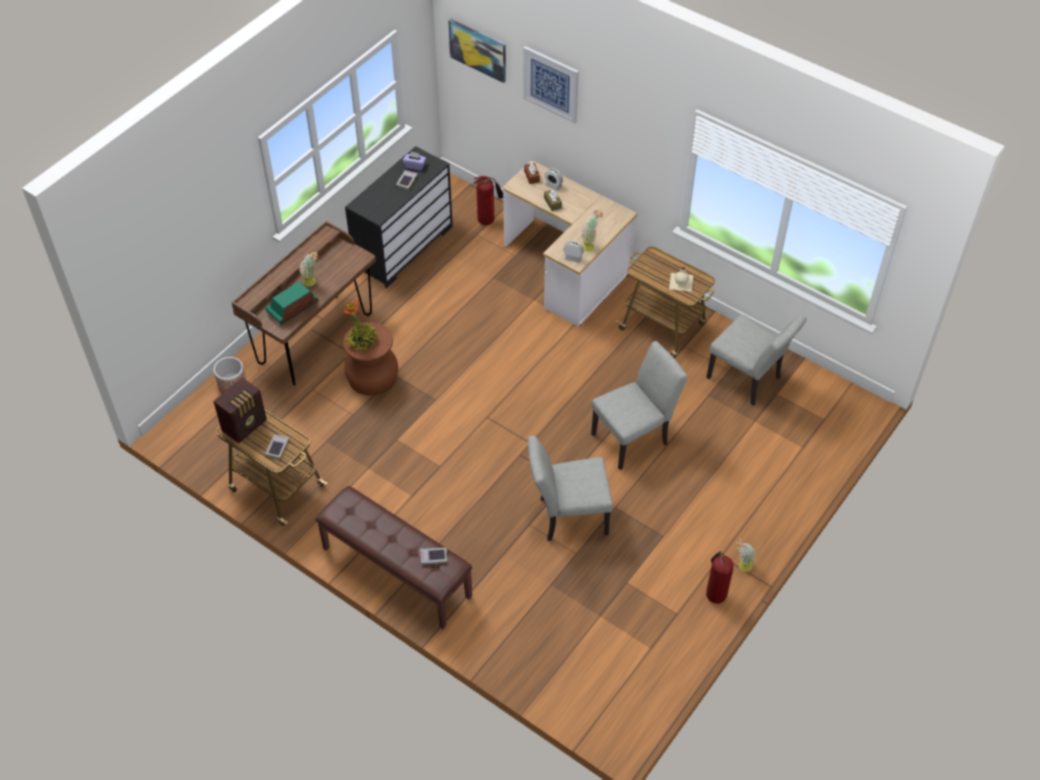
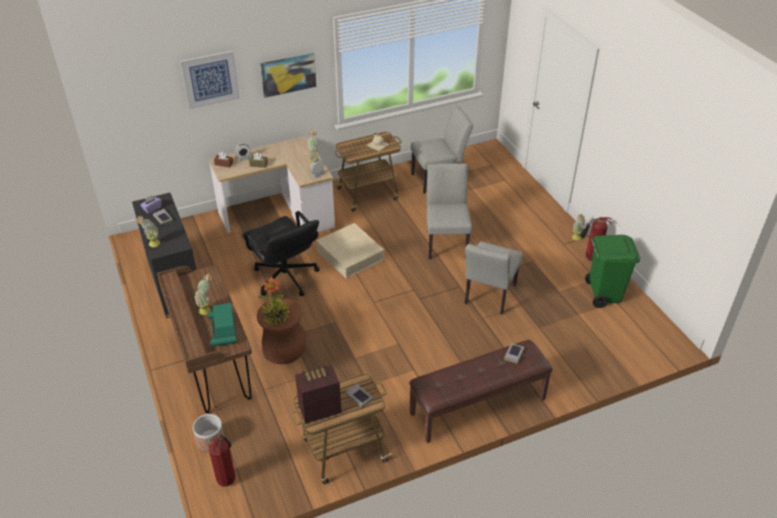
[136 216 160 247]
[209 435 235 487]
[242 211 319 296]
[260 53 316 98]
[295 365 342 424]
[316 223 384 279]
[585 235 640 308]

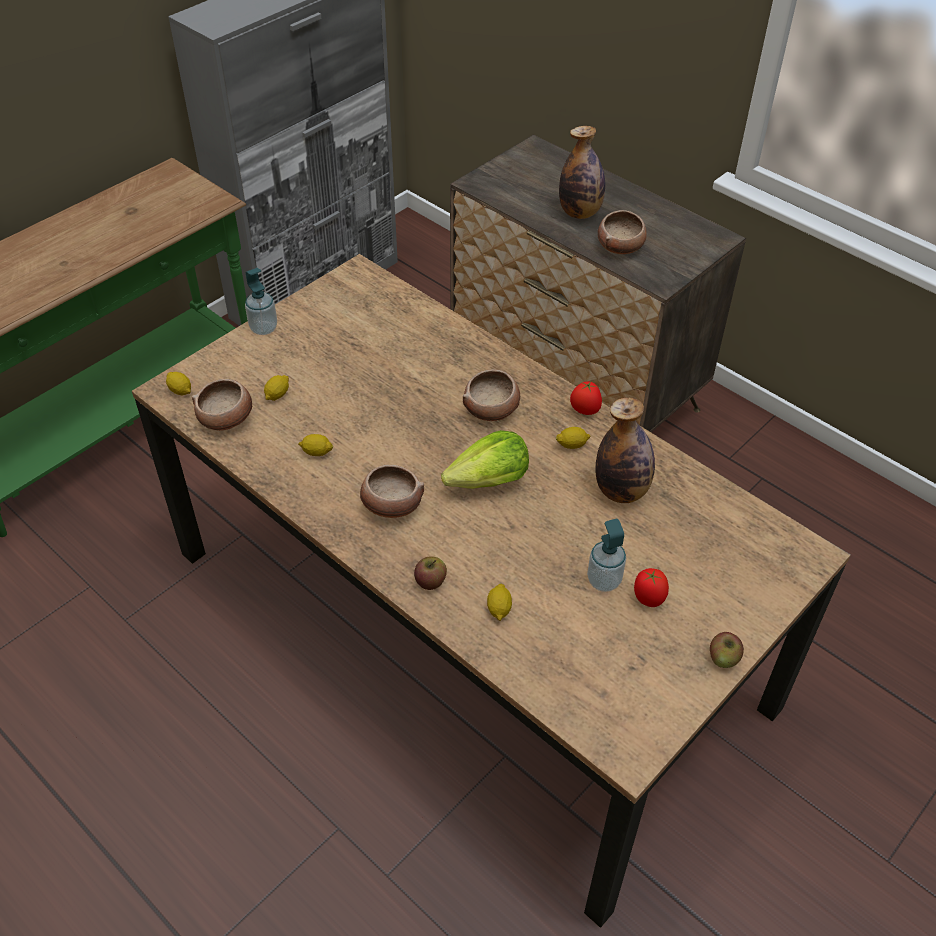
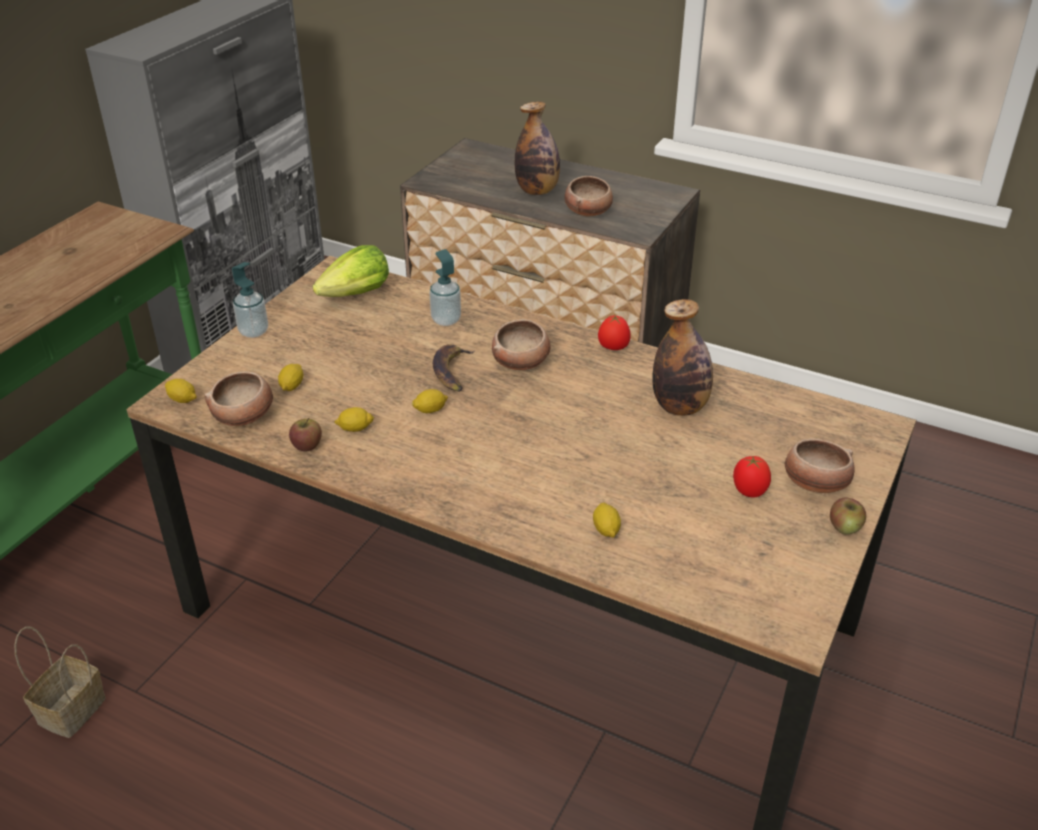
[15 627 106 738]
[289 418 322 452]
[313 245 389 297]
[412 389 448 413]
[430 249 461 326]
[433 344 474 392]
[785 439 854 493]

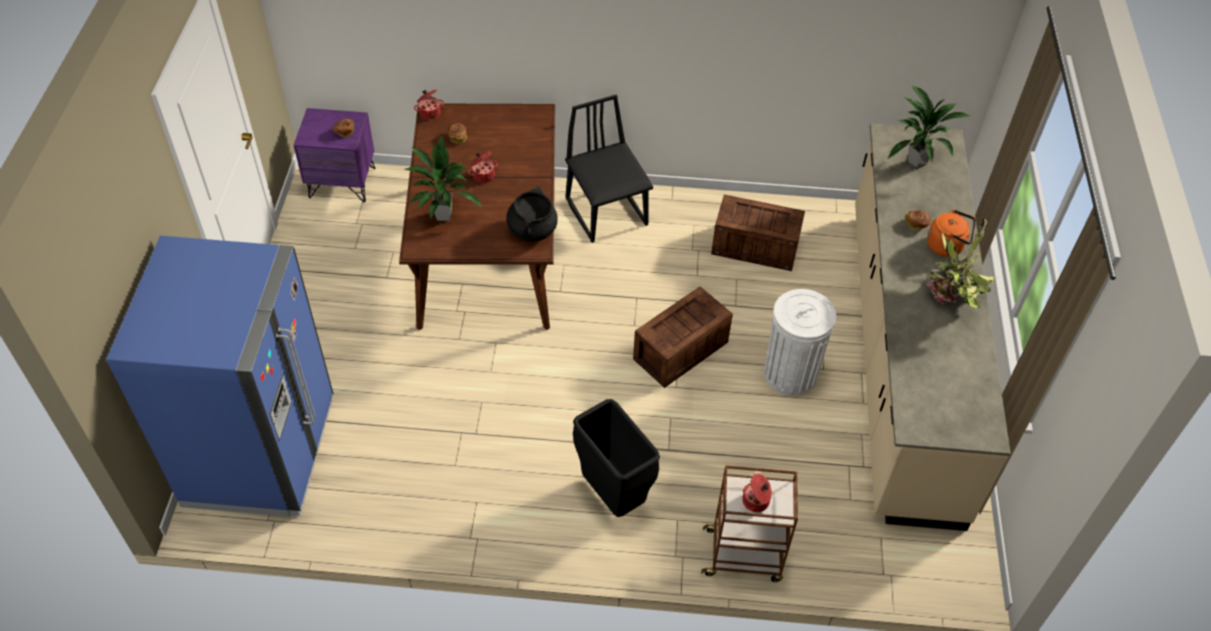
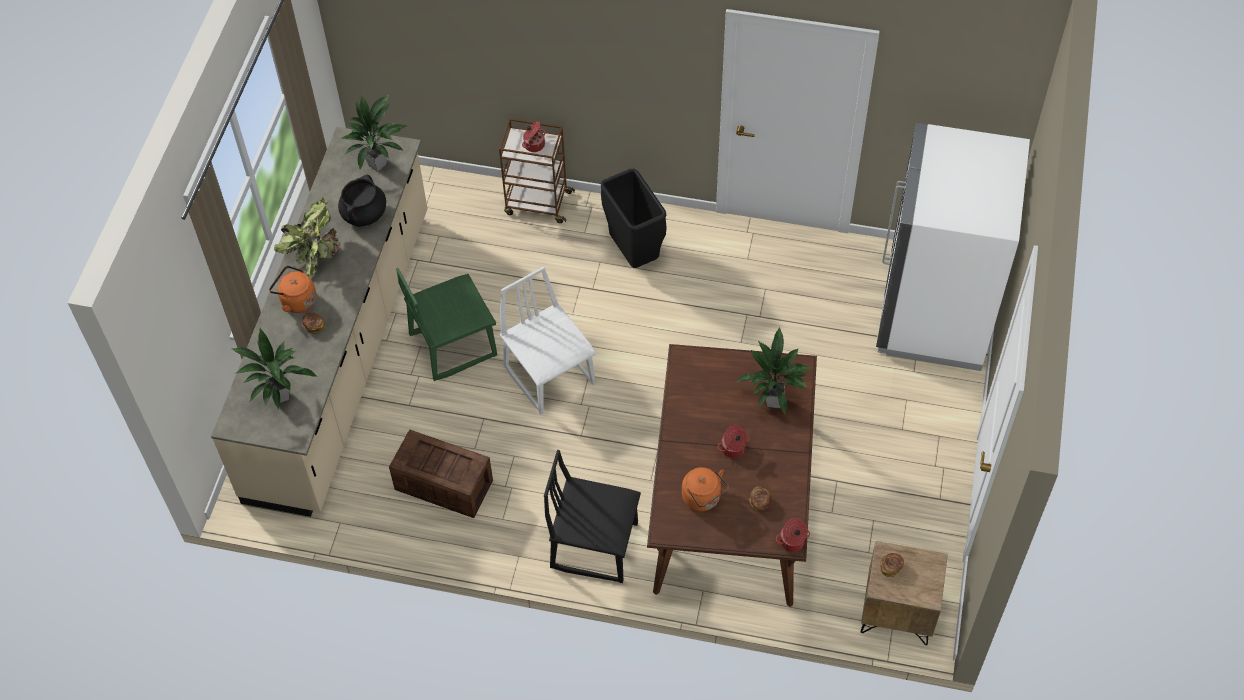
[338 175 386 227]
[341 95 406 172]
[396 268 497 381]
[500 266 596 415]
[544 450 641 583]
[682 467 729 511]
[861 541 948 645]
[876 122 1030 371]

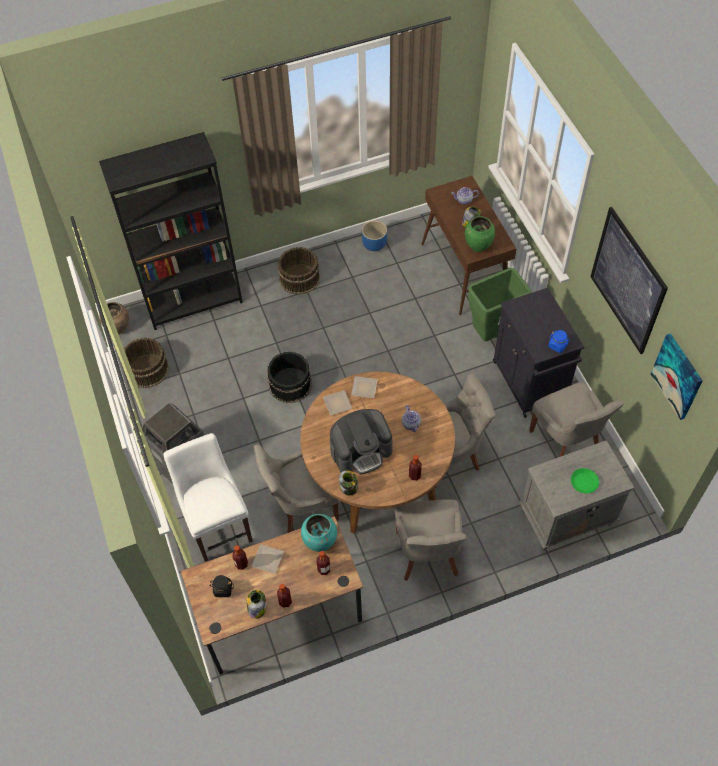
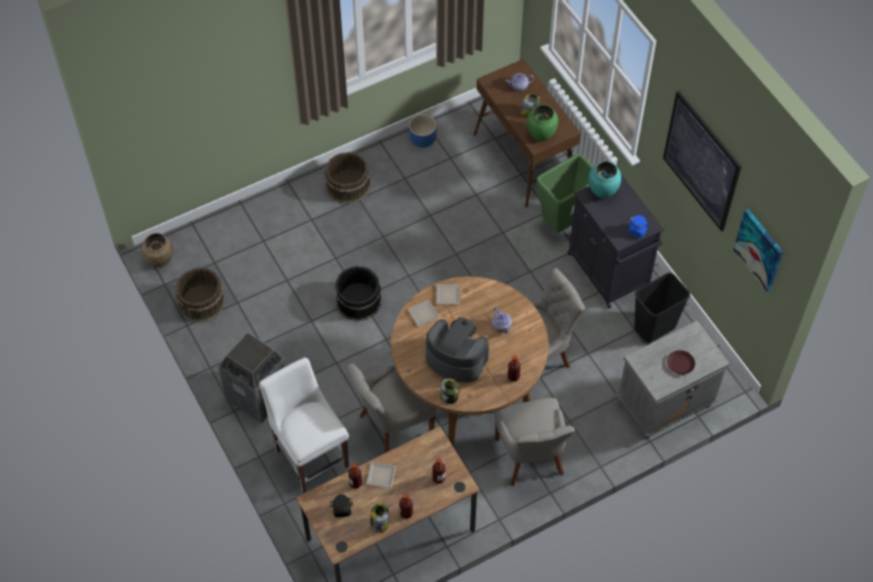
[426 317 489 383]
[588 161 621 198]
[634 272 690 343]
[667 350 695 375]
[99 132 243 330] (first image)

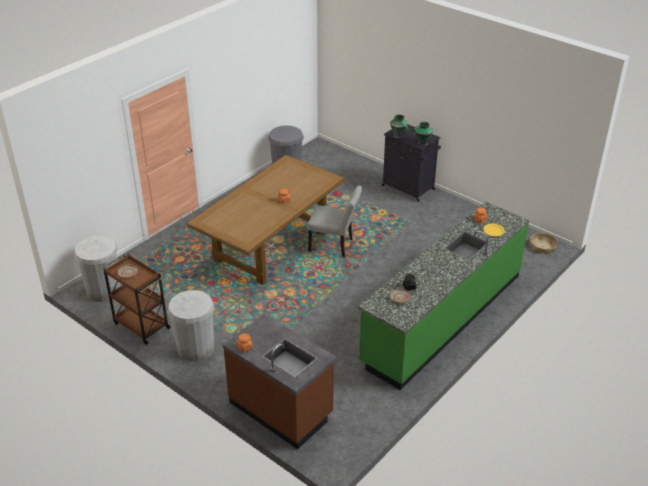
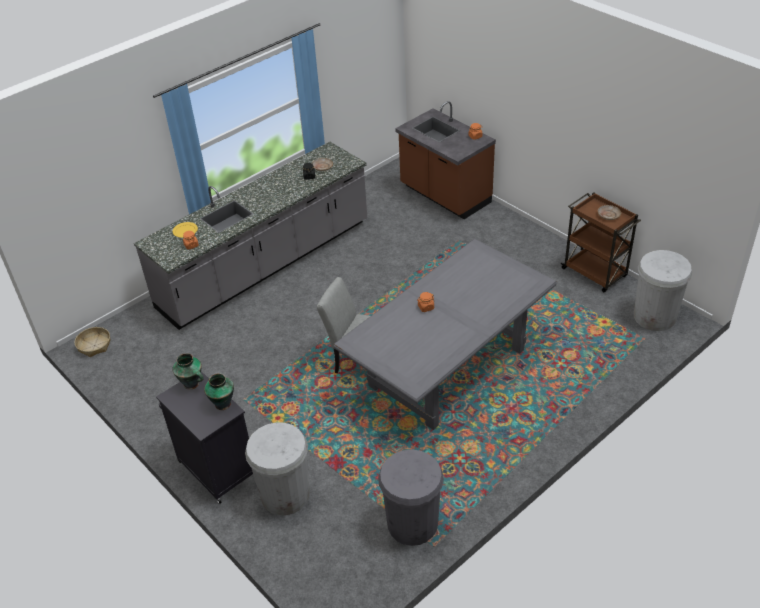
[134 142 367 330]
[245 422 310 515]
[334 239 557 430]

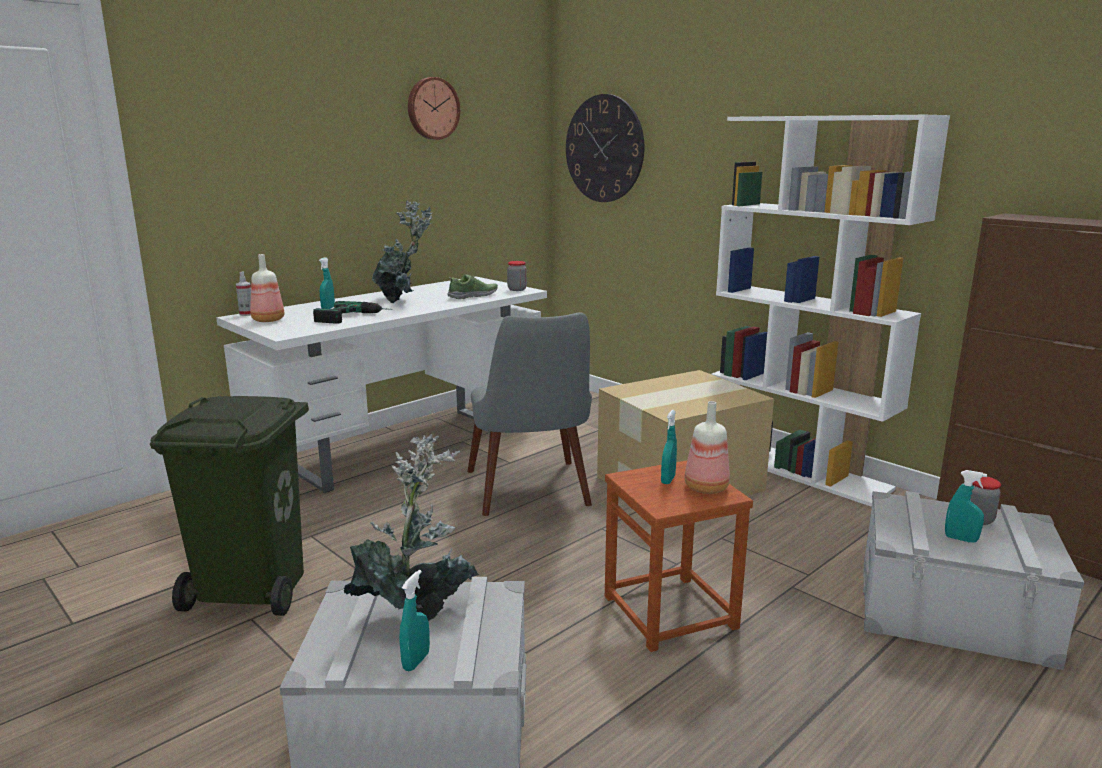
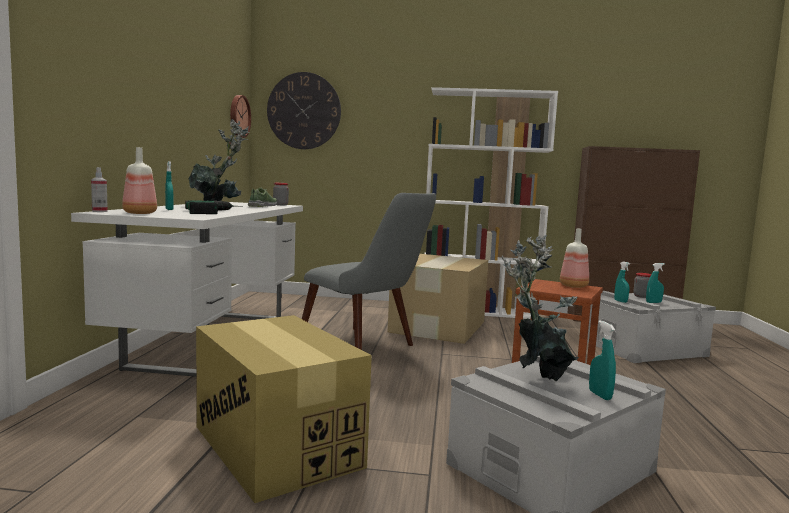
[196 315 372 503]
[230 95 251 138]
[614 261 630 303]

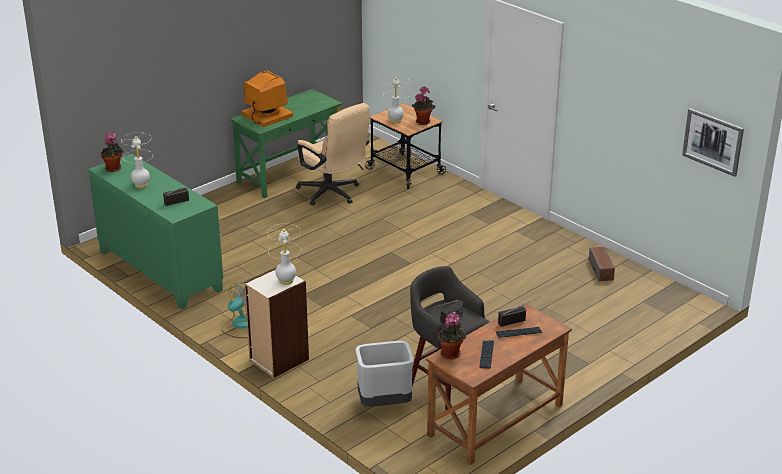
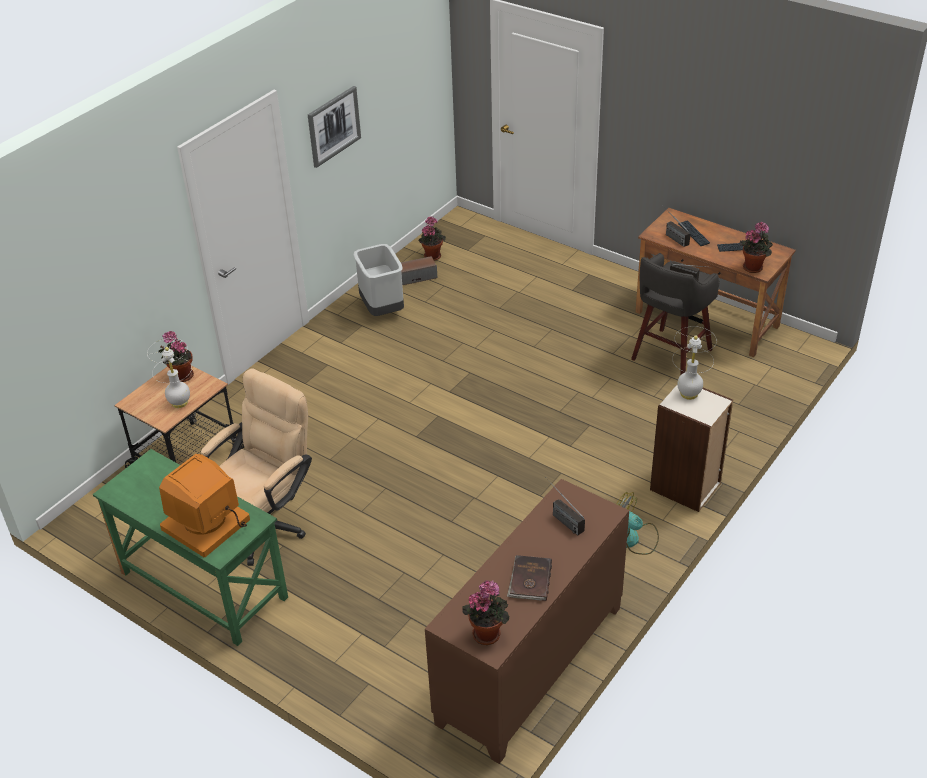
[308 86 361 168]
[354 244 404 316]
[419 216 446 261]
[425 479 629 764]
[507 555 552 601]

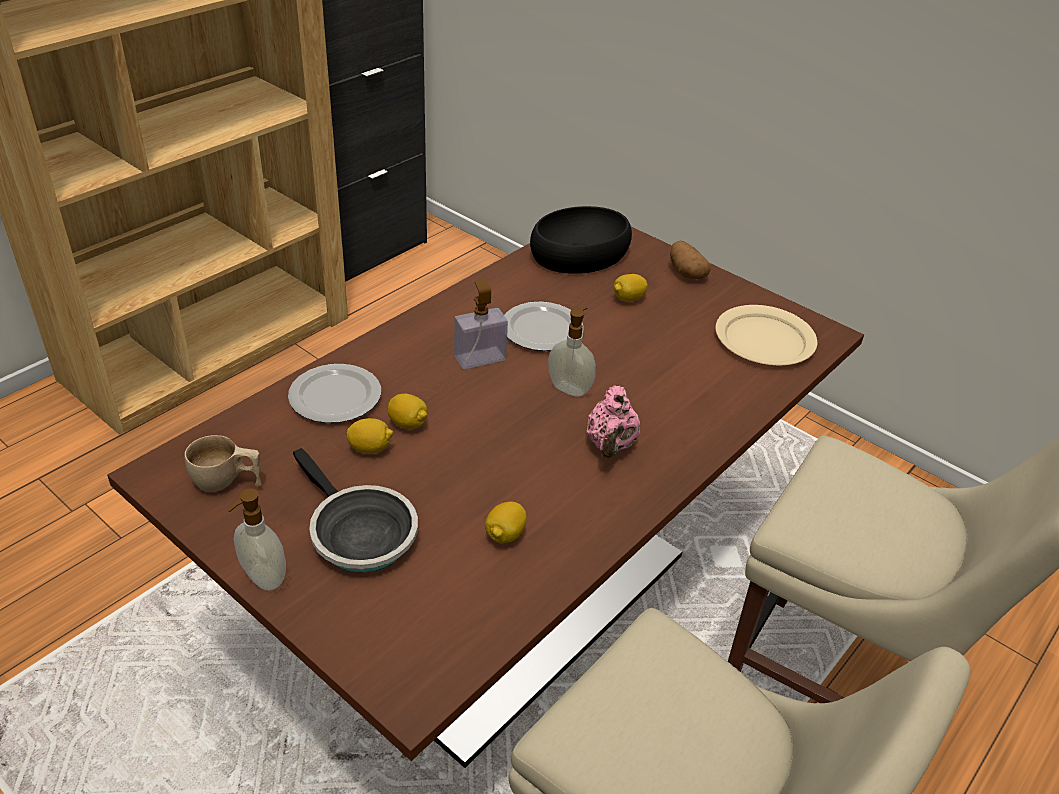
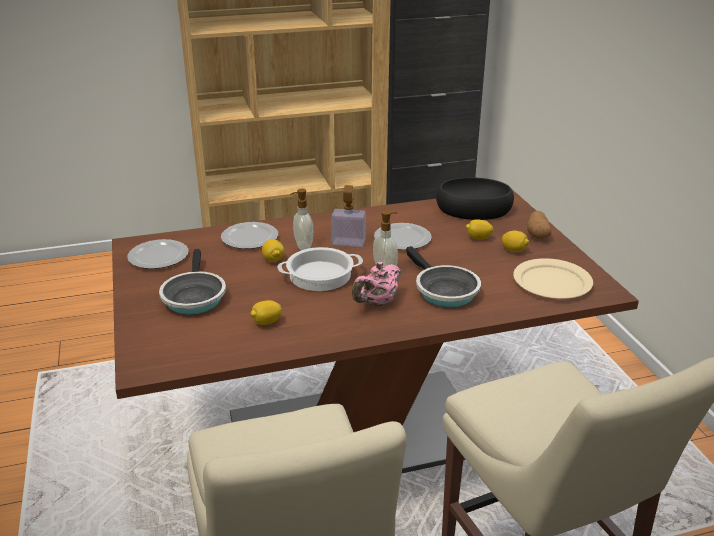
[127 239 189 269]
[278 247 363 291]
[290 189 313 250]
[406 246 481 308]
[502 231 530 252]

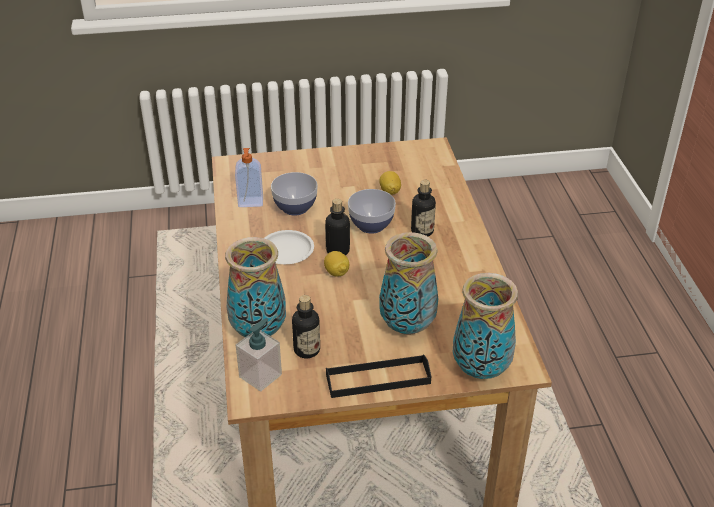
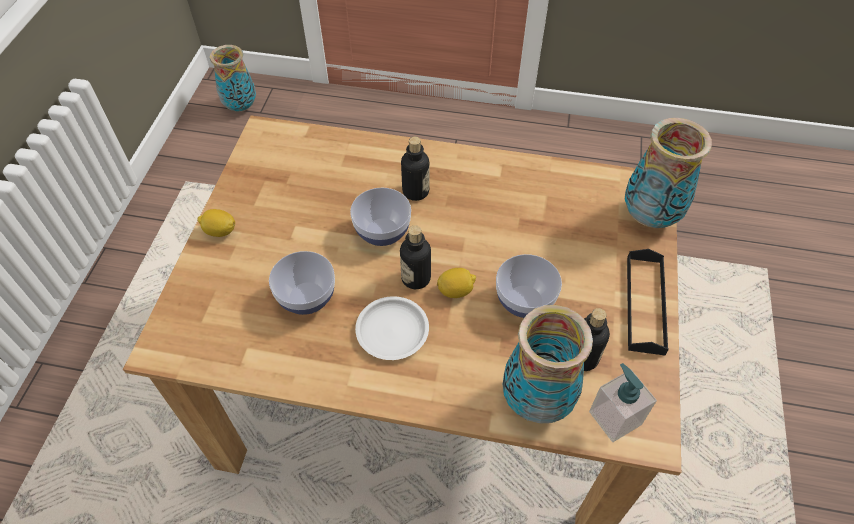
[197 209 235 237]
[210 45 256 112]
[496 254 562 318]
[235 148 263 207] (first image)

